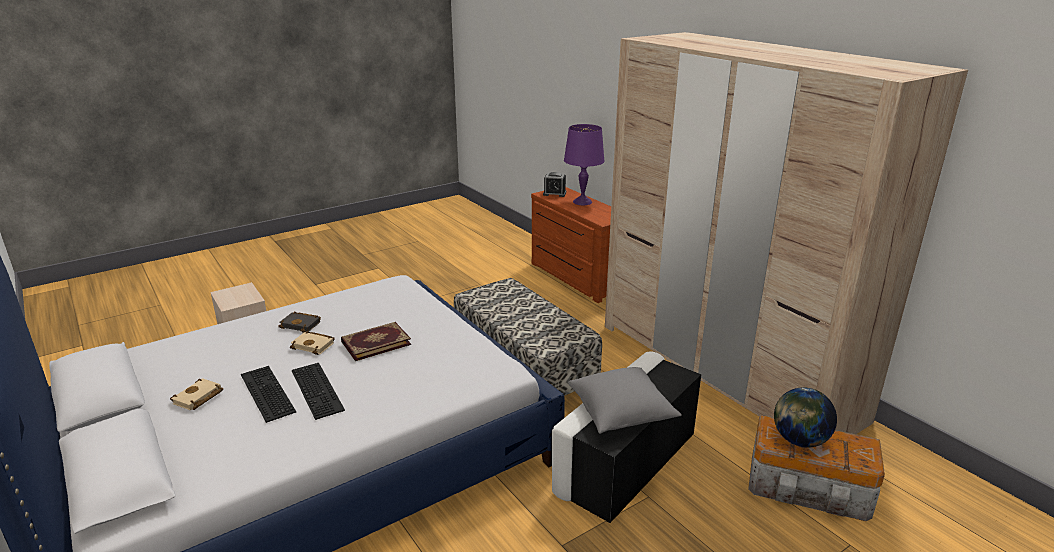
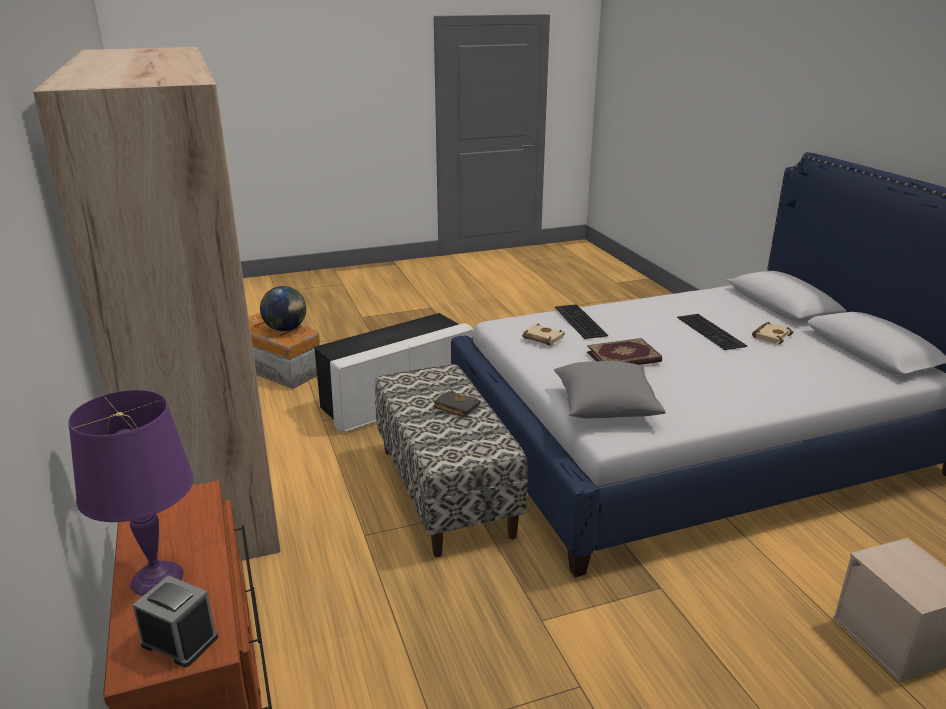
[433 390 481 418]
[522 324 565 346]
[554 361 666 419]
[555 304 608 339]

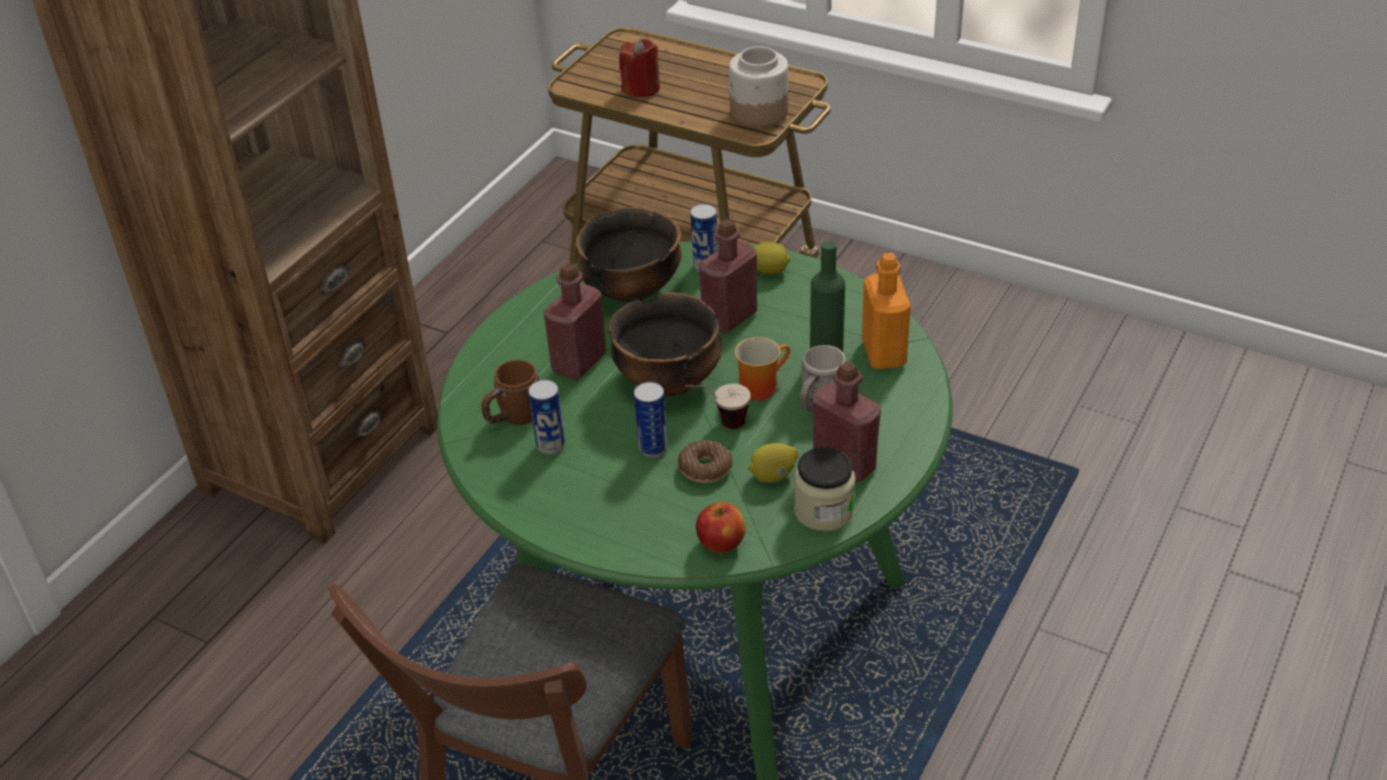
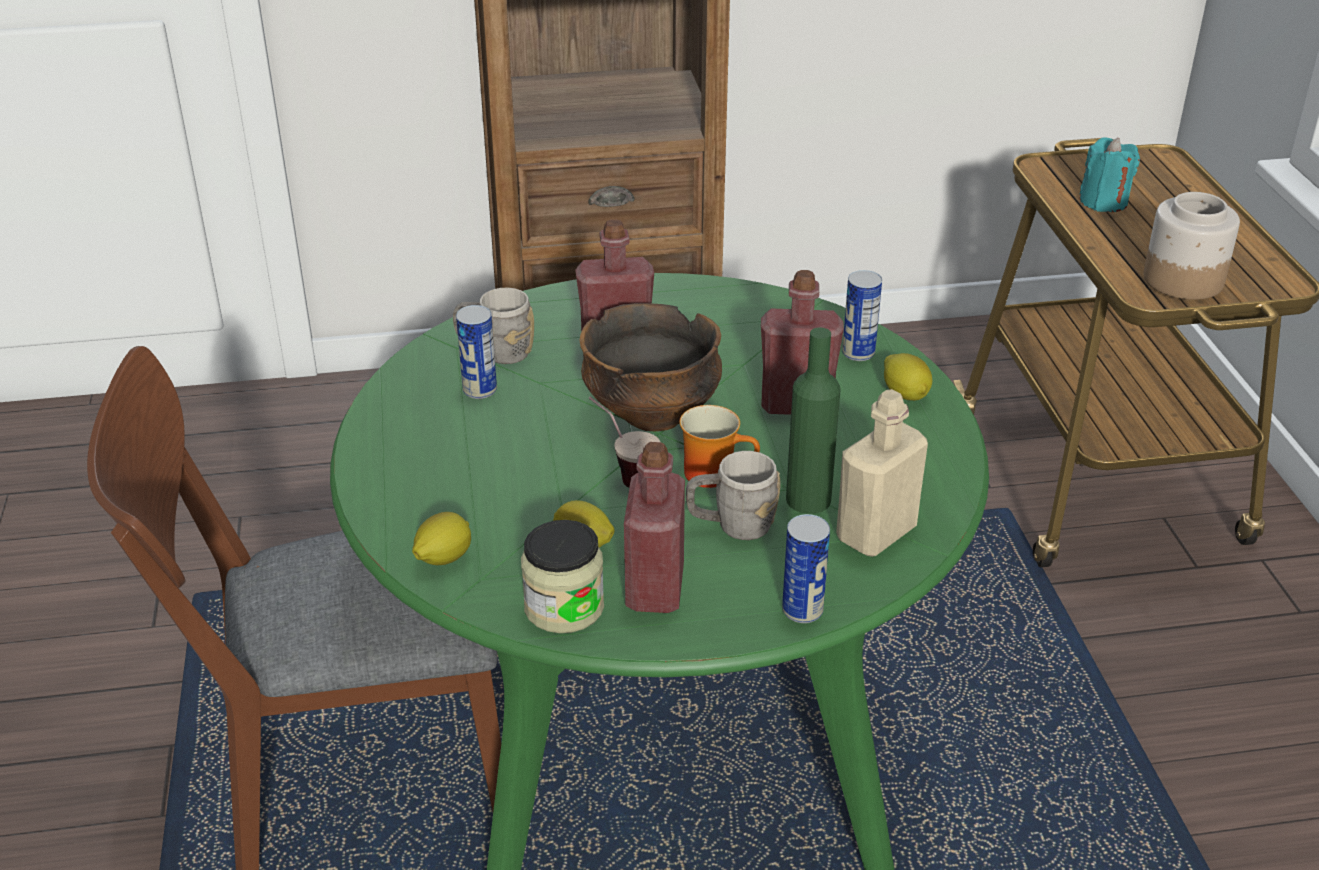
[412 512 471 565]
[453 288 534 364]
[782 514 830 623]
[836 389 928 557]
[1080 138 1140 212]
[576 207 682 303] (first image)
[678 440 732 483] (first image)

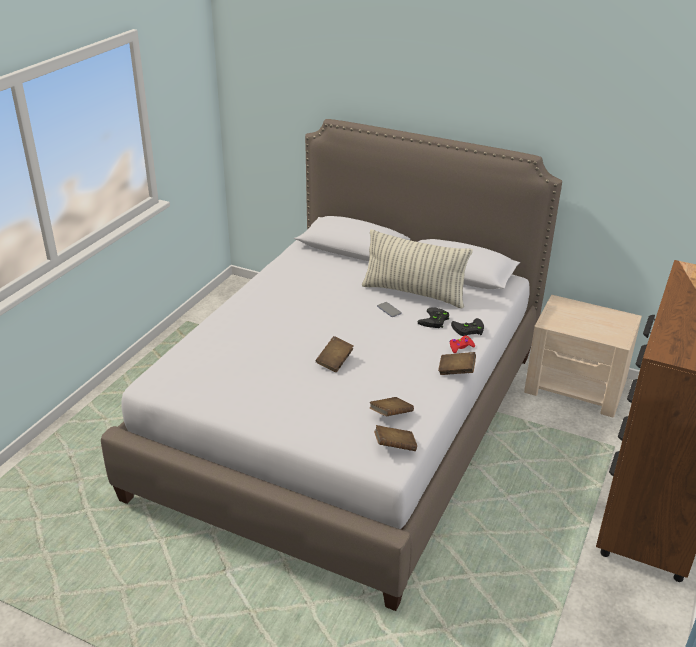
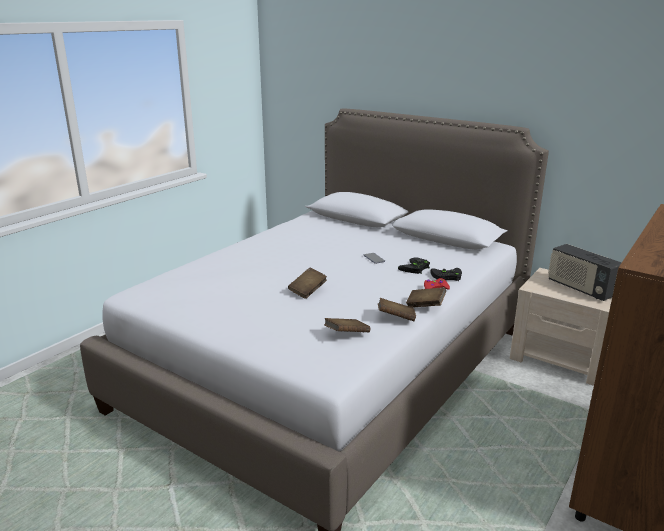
[378 298 416 321]
[548 244 622 301]
[362 229 473 308] (first image)

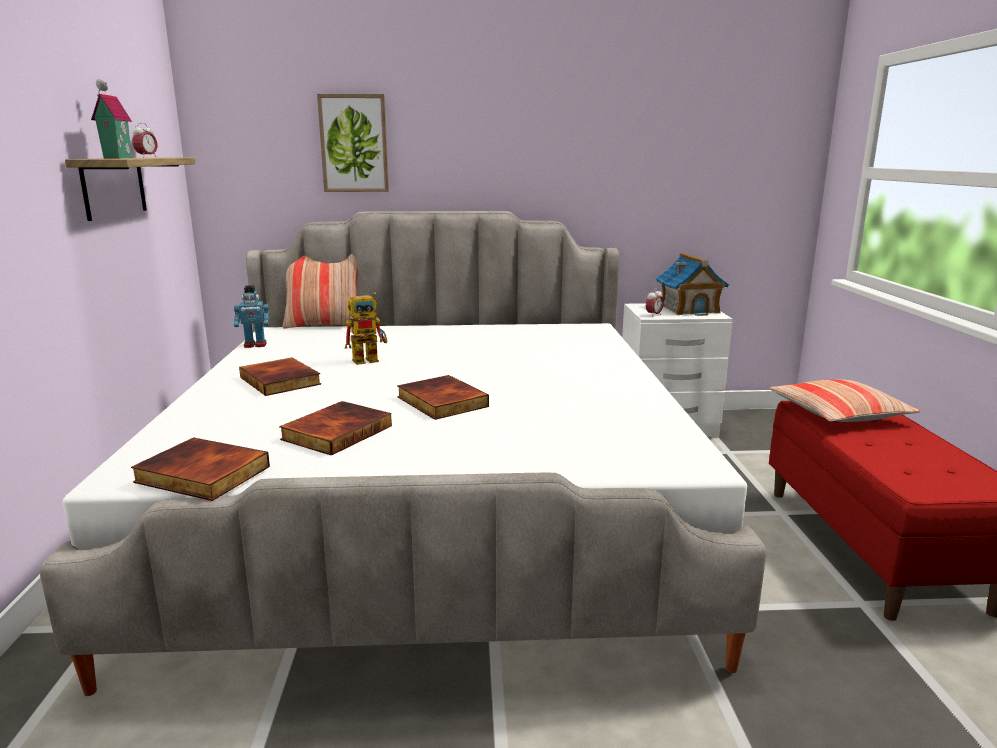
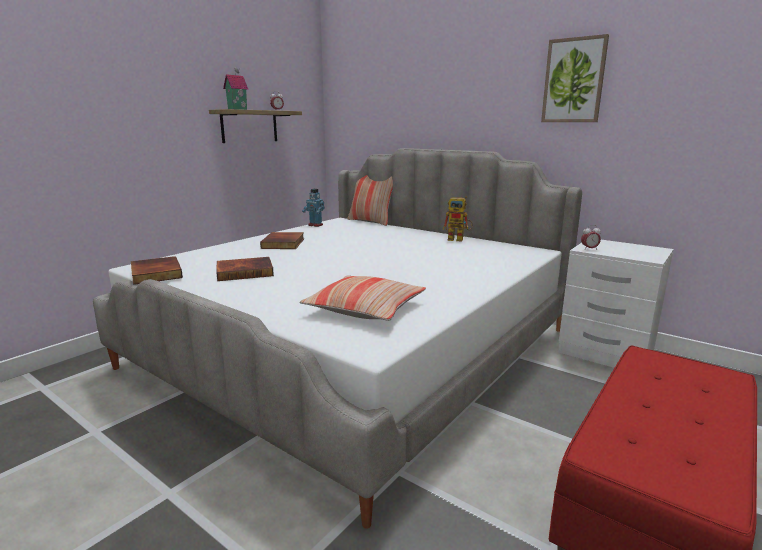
[300 275 426 321]
[443 196 473 241]
[541 34 609 122]
[397 375 489 420] (first image)
[656 253 729 316] (first image)

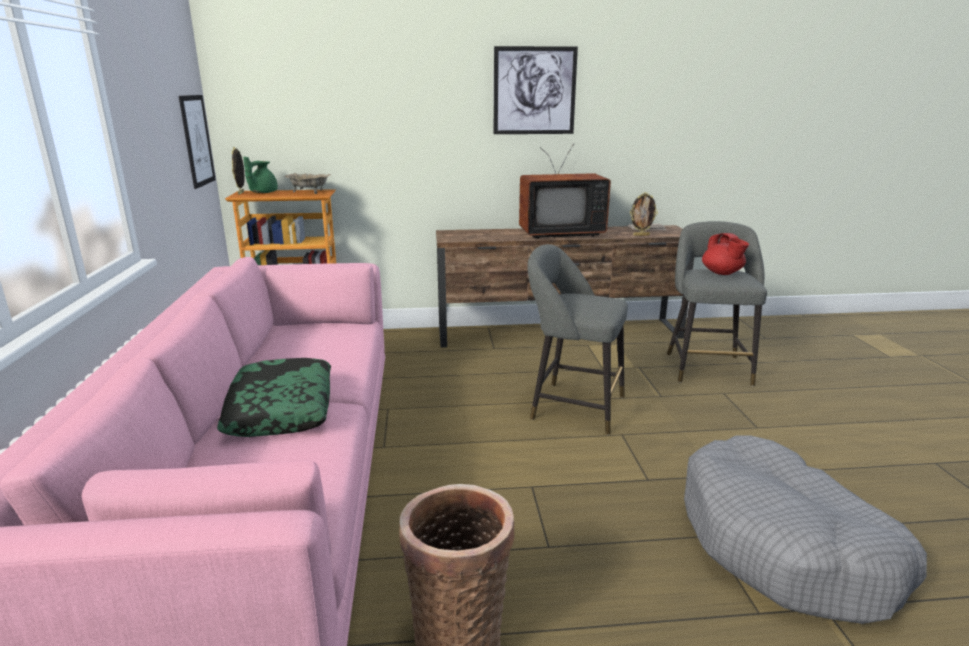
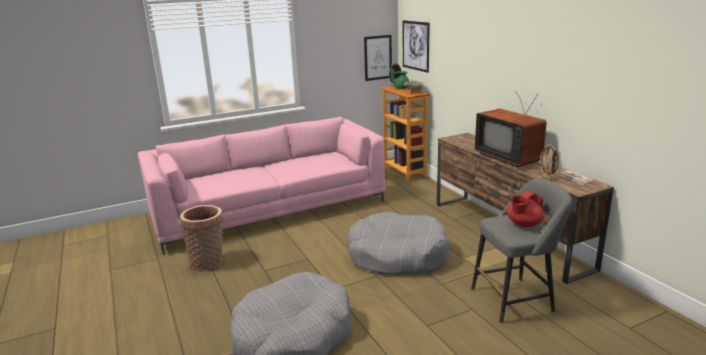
[347 212 450 275]
[403 20 430 73]
[217 358 331 437] (first image)

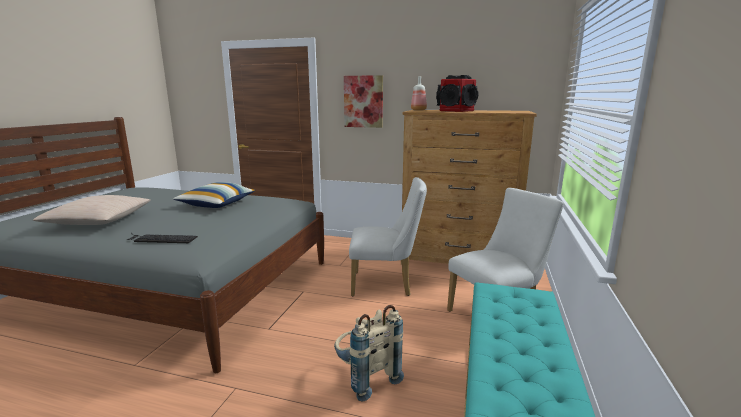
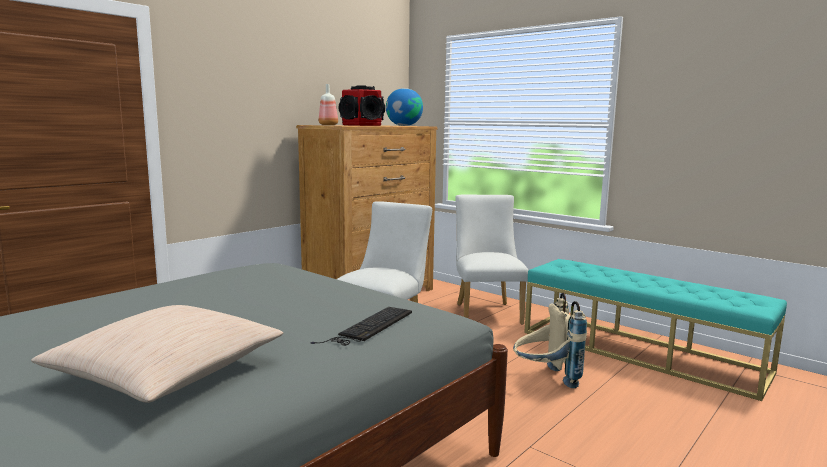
[386 88 423 126]
[173 182 255 208] (first image)
[344 75 383 128] (first image)

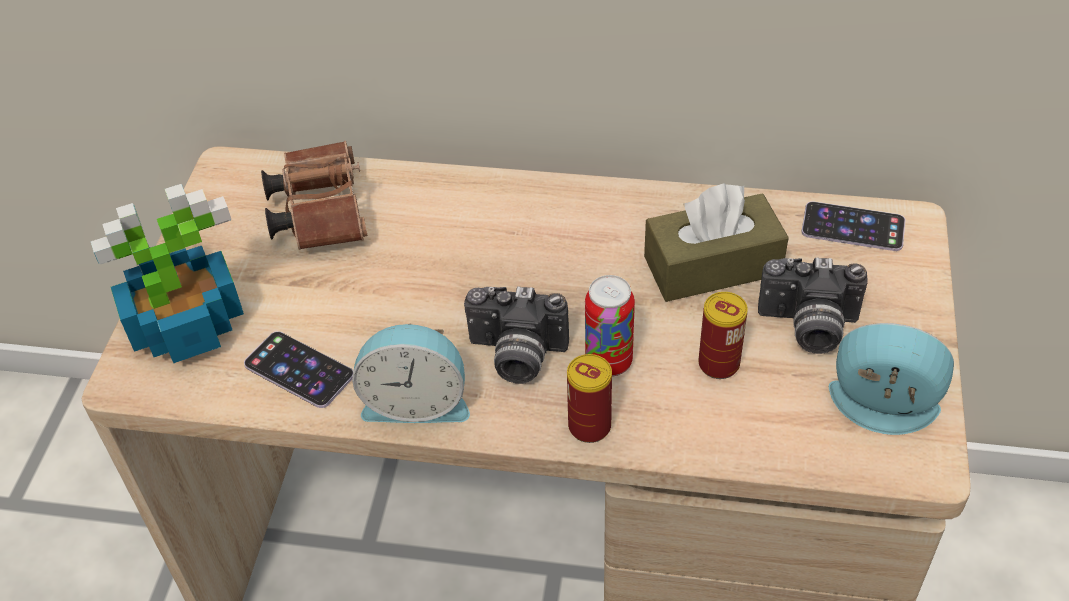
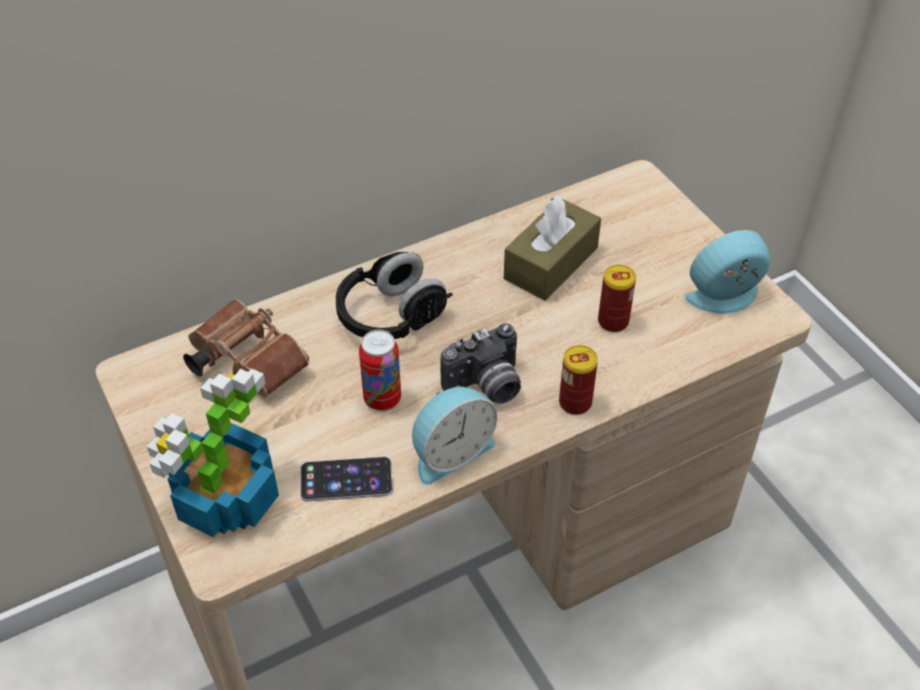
[336 252 453 339]
[359 330 401 411]
[758 257 868 354] (first image)
[801 201 906 251] (first image)

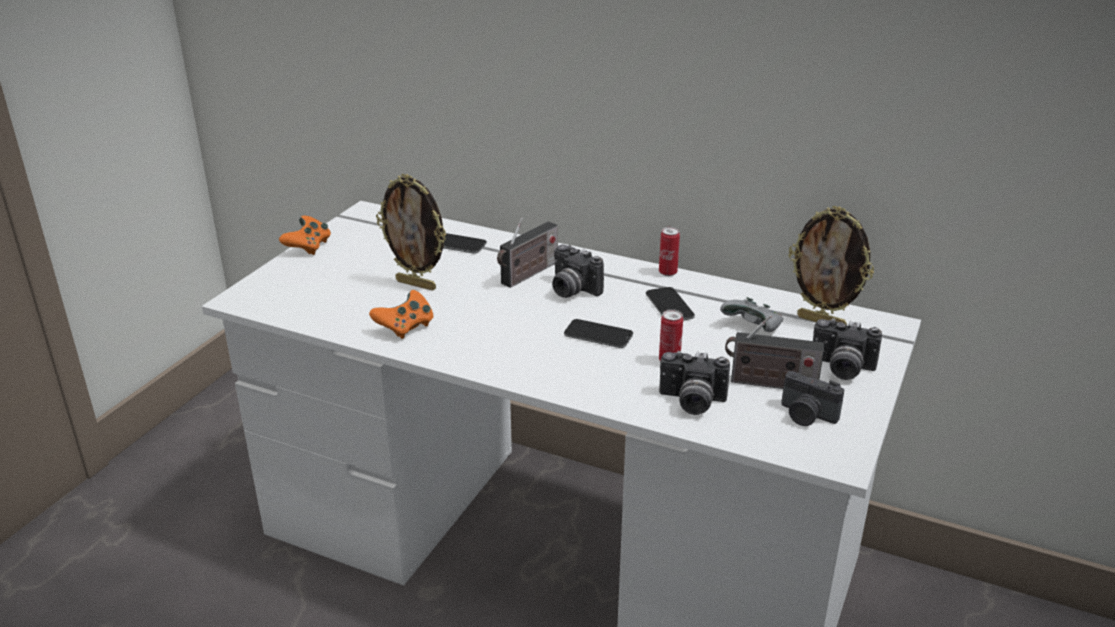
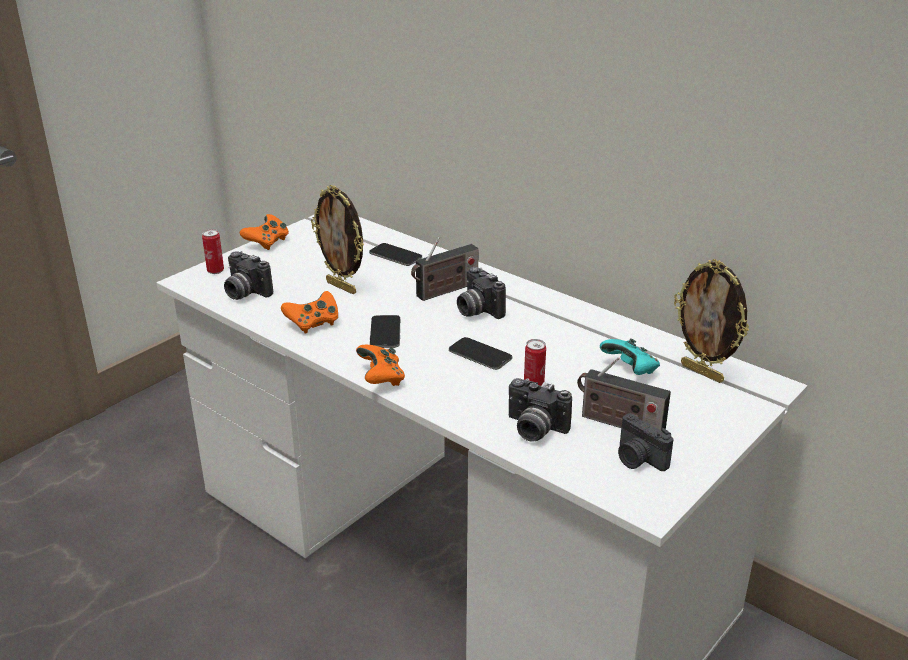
[202 229 224 274]
[224 251 273 300]
[356 345 405 386]
[370 315 400 348]
[600 338 660 375]

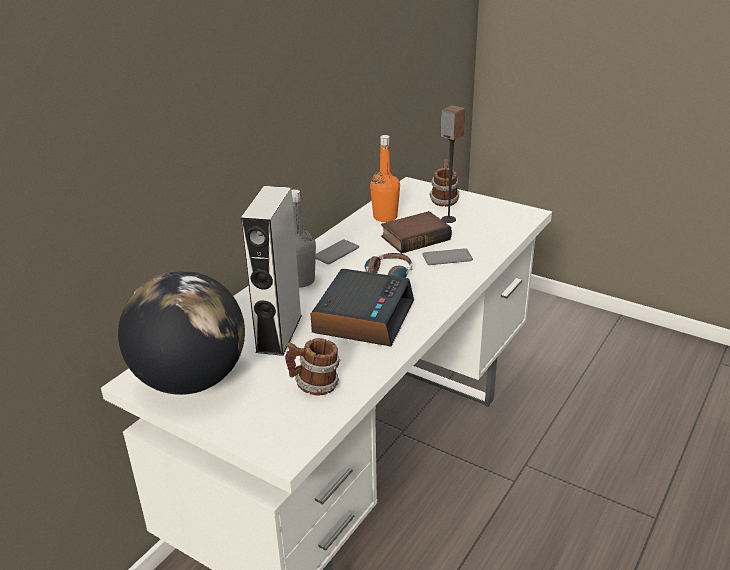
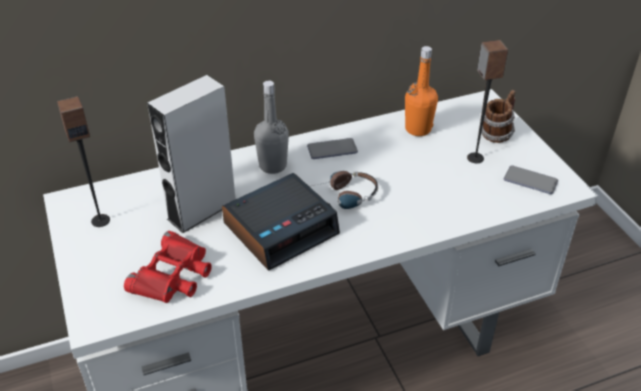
[57 96 110 227]
[124 231 212 303]
[504 165 558 194]
[381 211 452 254] (first image)

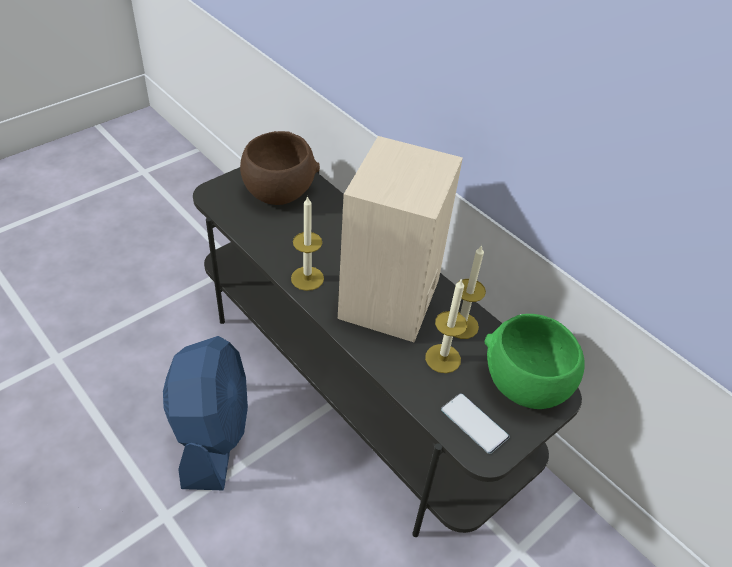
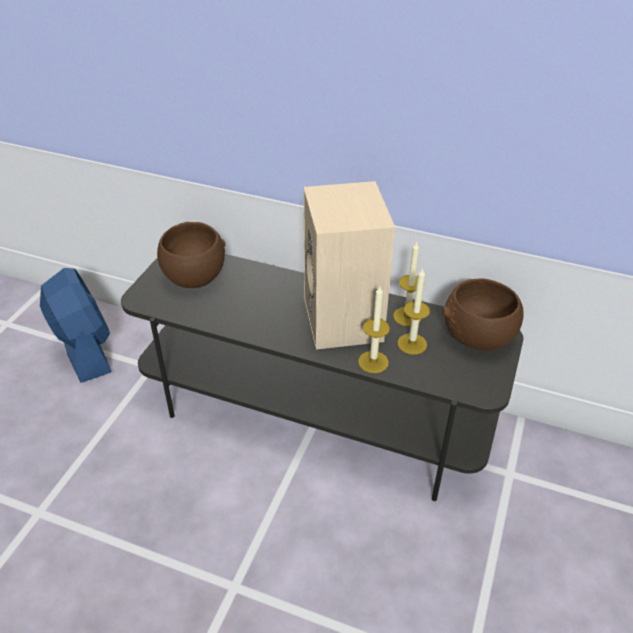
[40 268 112 383]
[358 286 390 373]
[442 278 523 350]
[441 393 509 454] (first image)

